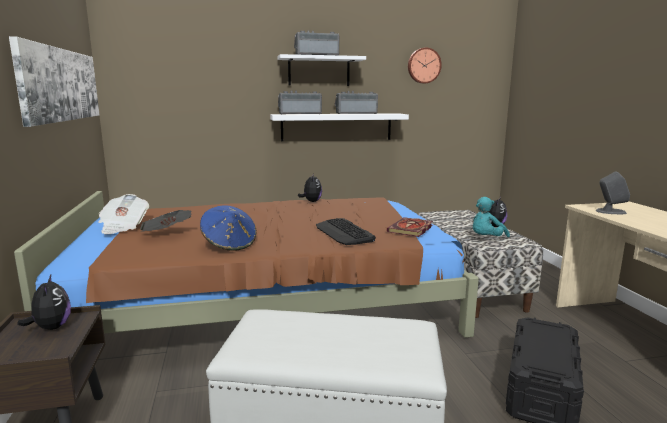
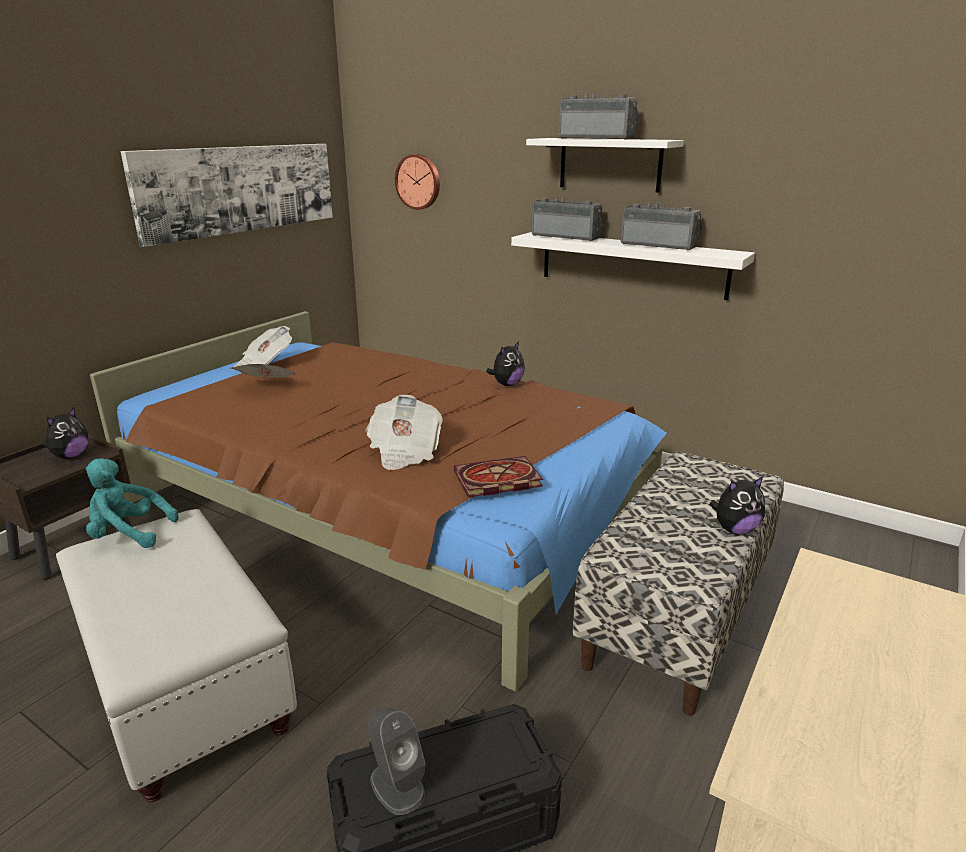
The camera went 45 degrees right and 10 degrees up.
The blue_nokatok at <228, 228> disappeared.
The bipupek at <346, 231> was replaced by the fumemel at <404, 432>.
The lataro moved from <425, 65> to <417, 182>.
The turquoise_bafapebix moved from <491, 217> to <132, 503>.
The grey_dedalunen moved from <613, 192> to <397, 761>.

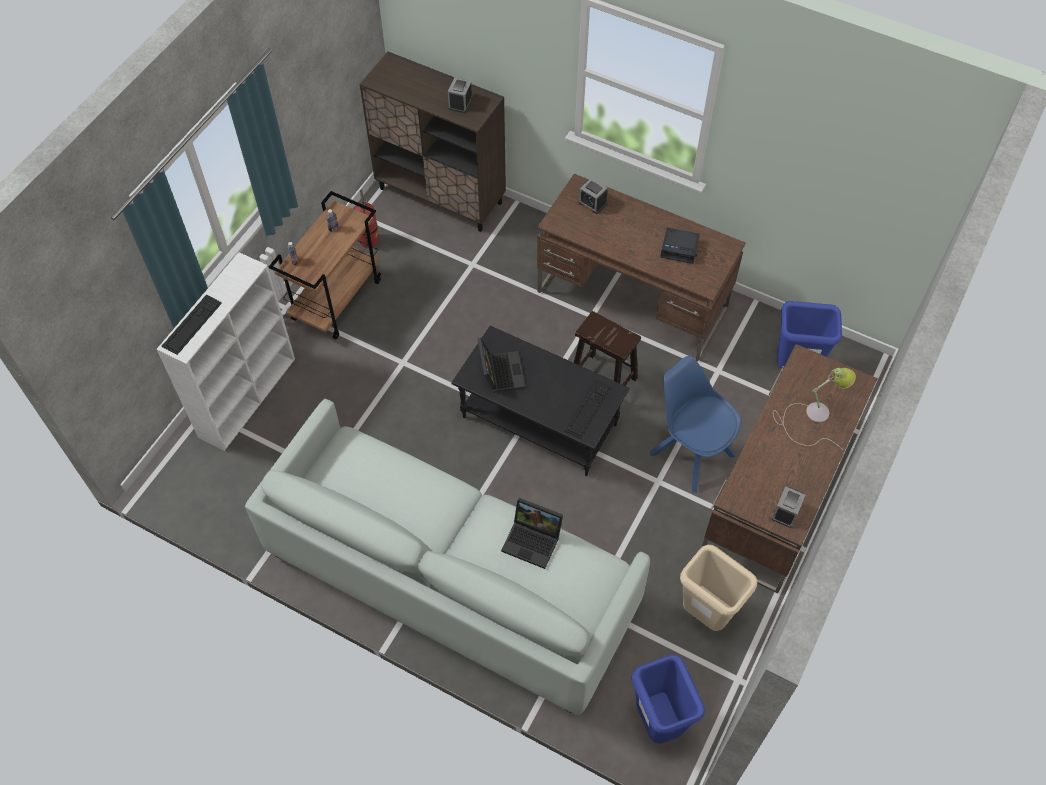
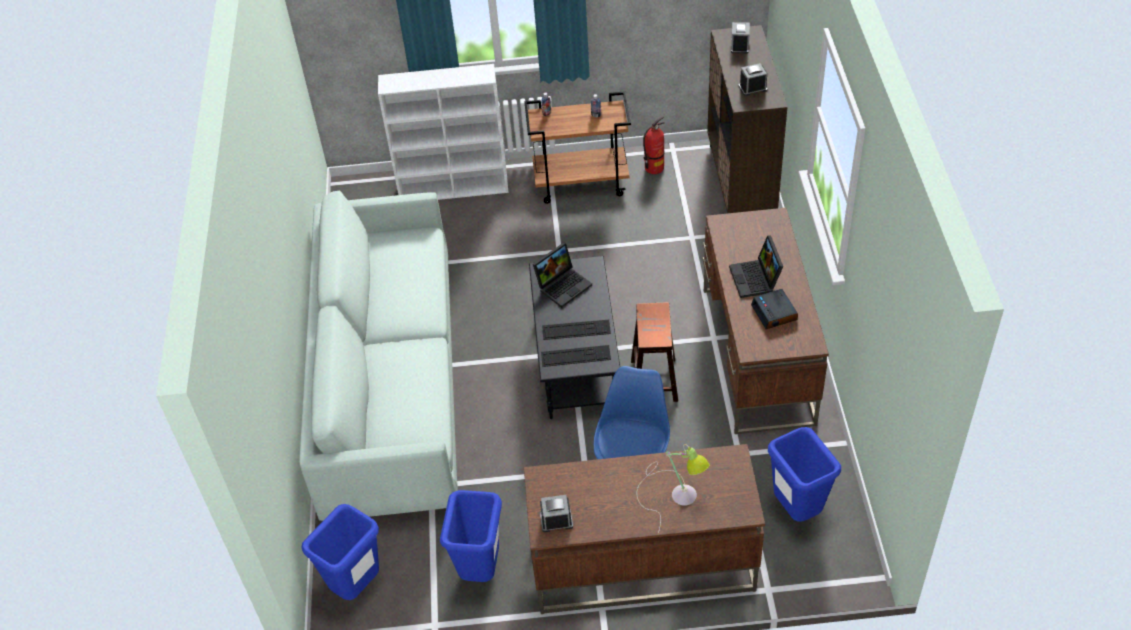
The camera went 60 degrees right and 10 degrees down.
The bipupek moved from <192, 324> to <576, 330>.
The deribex moved from <532, 533> to <756, 266>.
The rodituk moved from <592, 196> to <740, 38>.
The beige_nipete at <718, 588> became the blue_nipete at <471, 536>.

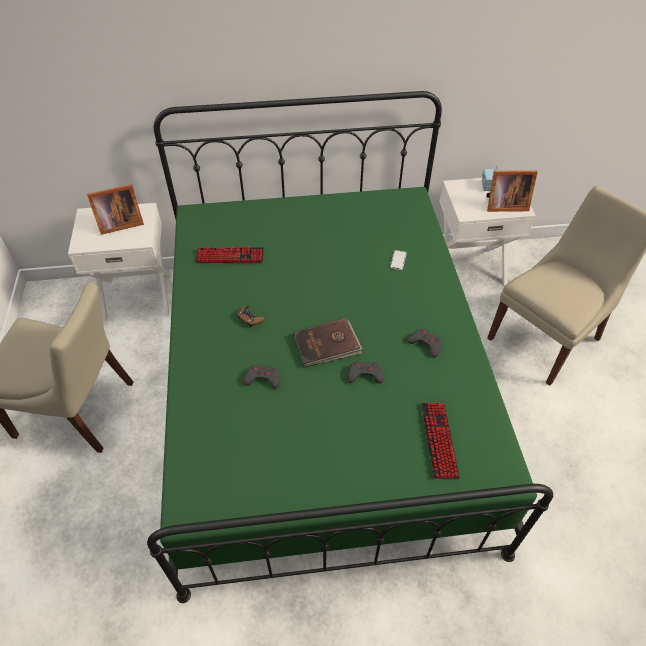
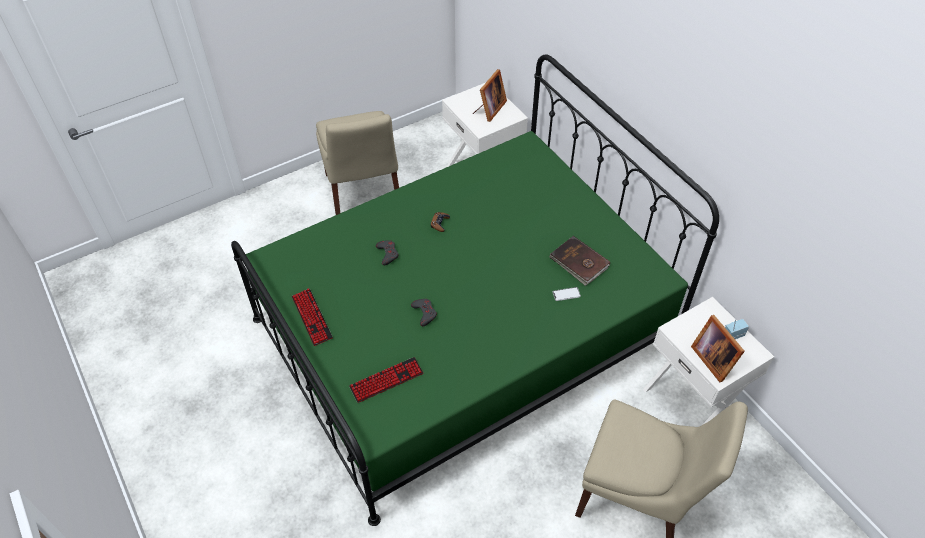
The camera went 65 degrees right and 0 degrees up.
The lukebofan at <115, 209> turned 105 degrees counterclockwise.
The bipupek moved from <230, 255> to <312, 317>.
The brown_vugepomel moved from <327, 342> to <579, 261>.
The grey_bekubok at <424, 343> disappeared.

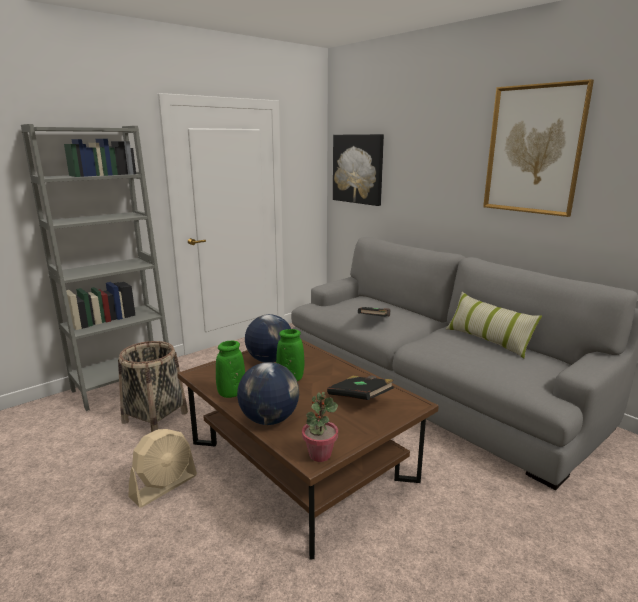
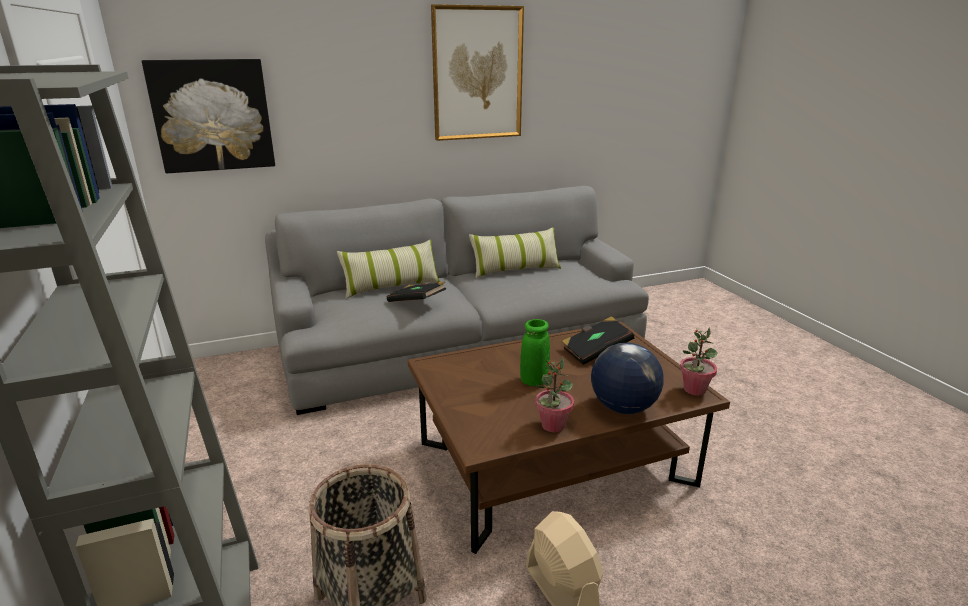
The camera went 70 degrees left and 5 degrees up.
The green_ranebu at <230, 369> was replaced by the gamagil at <554, 394>.
The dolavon at <268, 338> disappeared.
The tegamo at <388, 269> appeared.

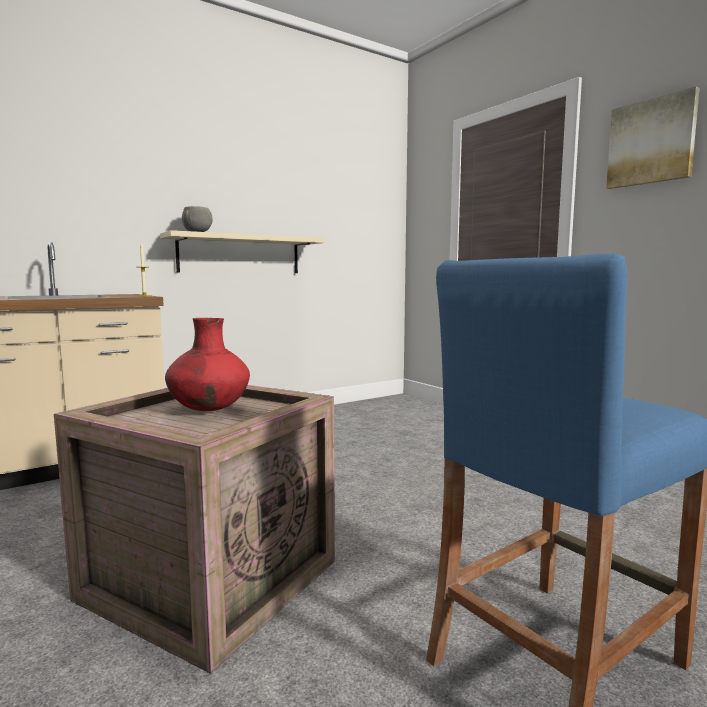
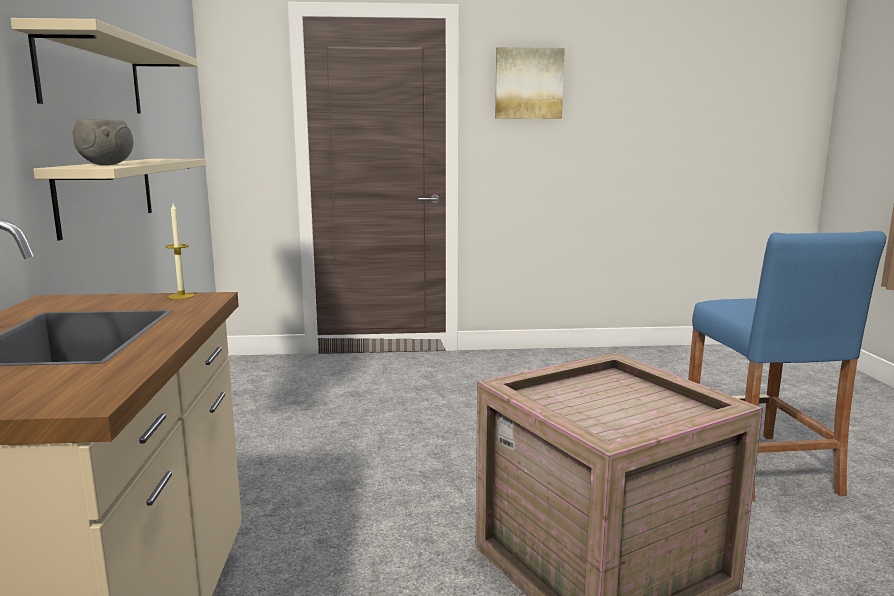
The camera went 60 degrees left and 5 degrees up.
The red_ranebu at <207, 364> disappeared.
The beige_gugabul at <104, 66> appeared.

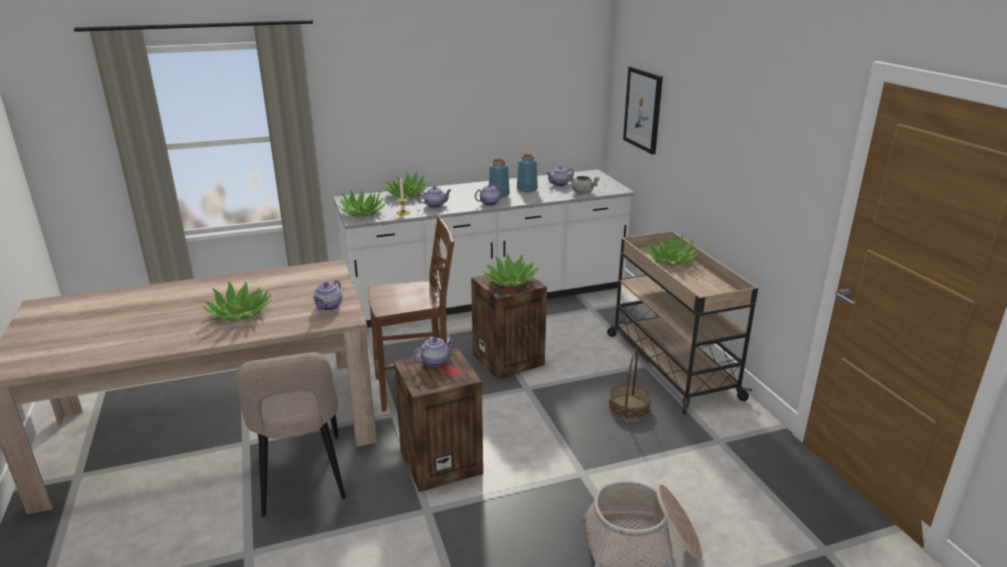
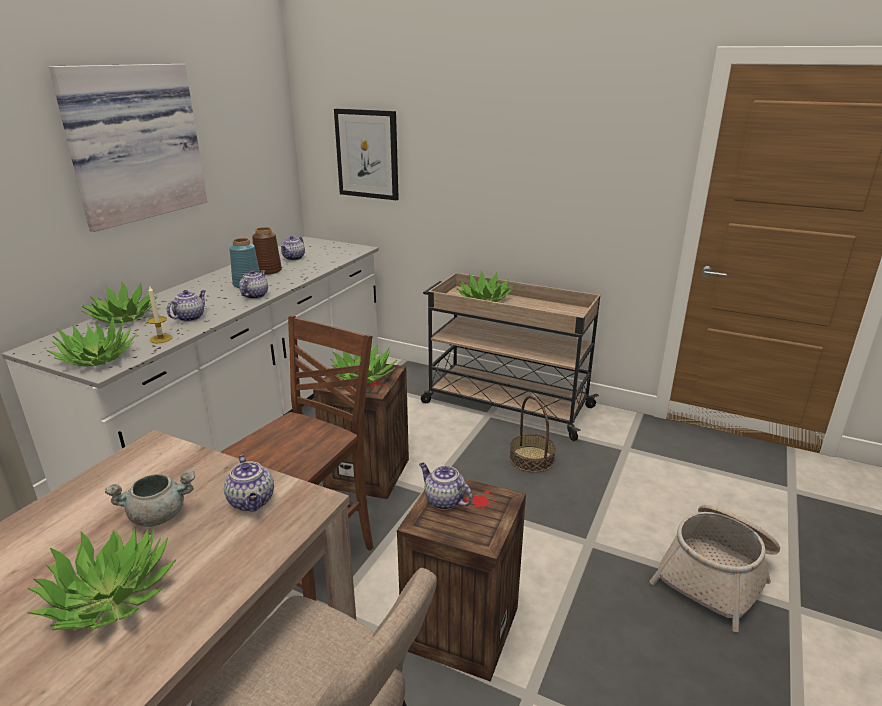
The camera went 45 degrees left and 0 degrees up.
The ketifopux at <434, 352> turned 60 degrees counterclockwise.
The blue_ranebu at <527, 173> became the brown_ranebu at <267, 251>.
The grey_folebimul moved from <584, 183> to <150, 499>.
The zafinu at <128, 148> appeared.

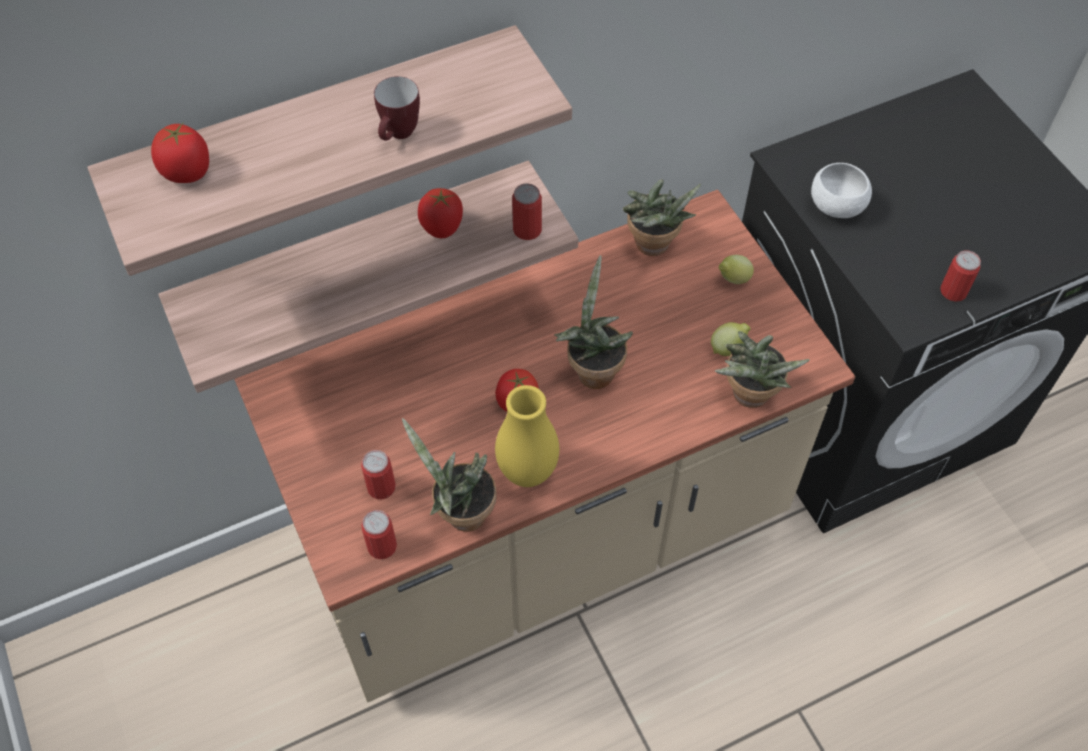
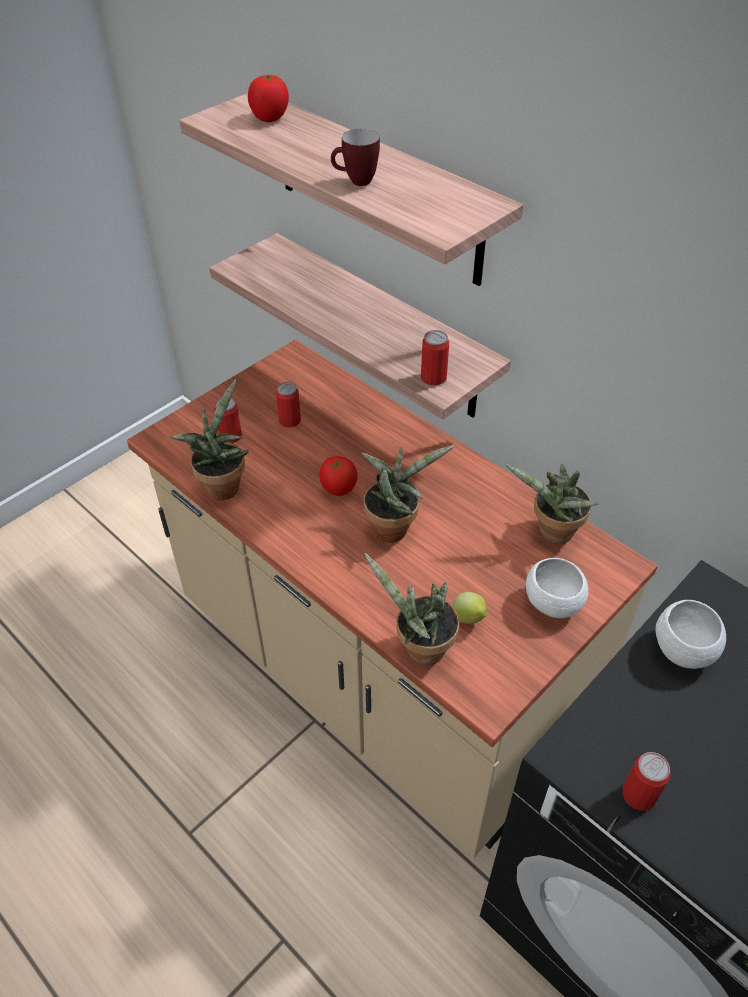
The camera went 70 degrees right and 10 degrees down.
The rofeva moved from <379, 534> to <288, 404>.
The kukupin at <440, 213> disappeared.
The yellow_ranebu at <527, 436> disappeared.
The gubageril at <736, 269> was replaced by the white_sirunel at <557, 588>.

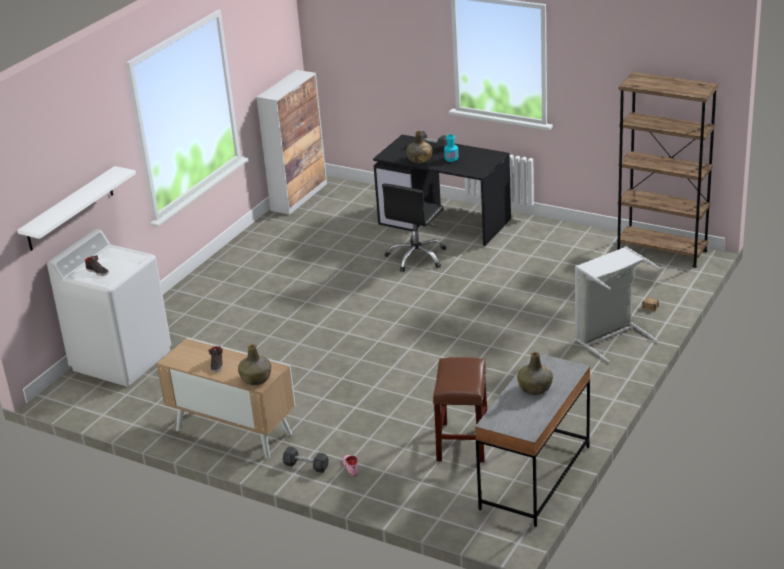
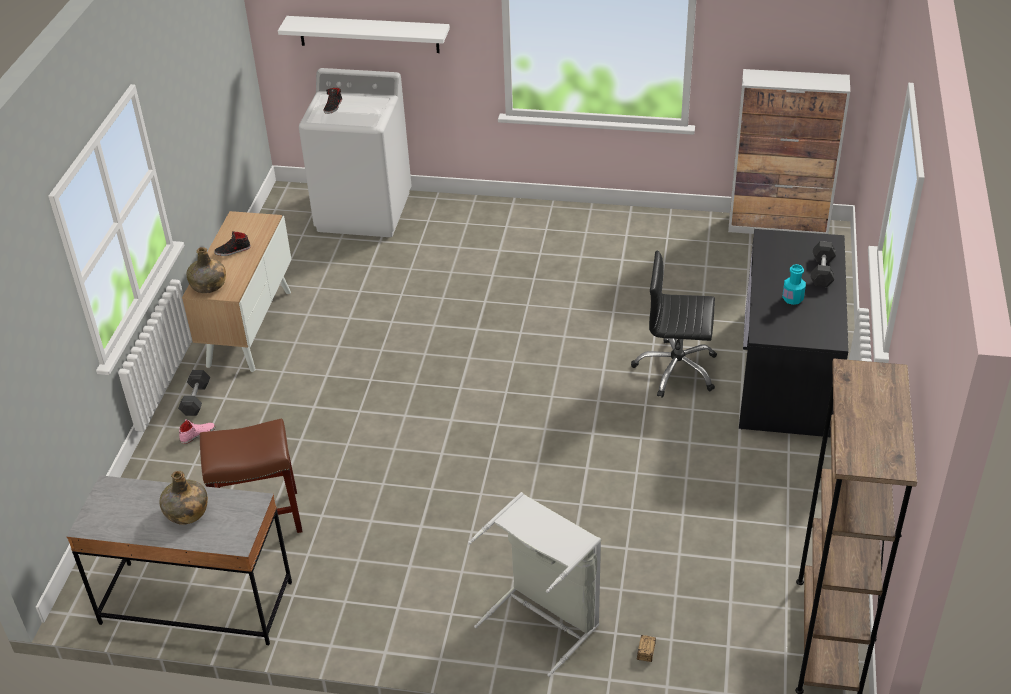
The camera went 70 degrees right and 10 degrees up.
The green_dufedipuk at <419, 147> disappeared.

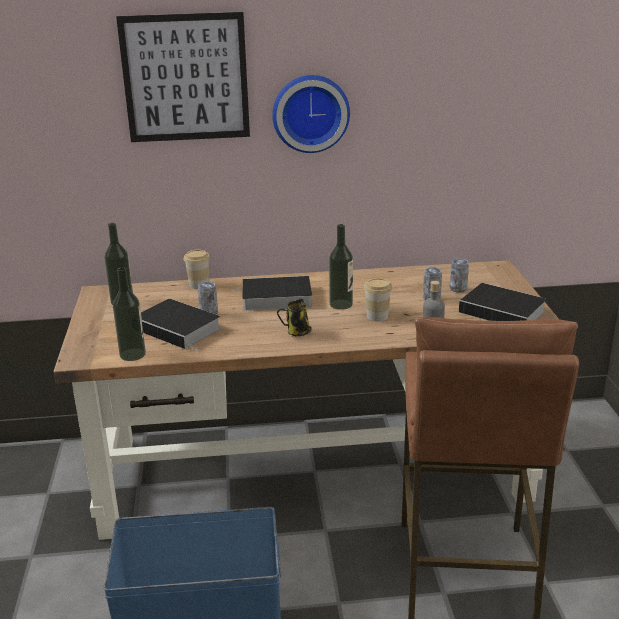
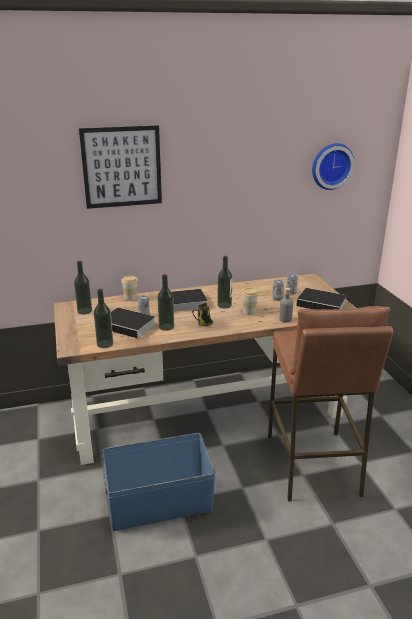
The camera went 10 degrees left and 0 degrees up.
The lataro moved from <311, 114> to <333, 166>.
The dufedipuk at <166, 302> appeared.

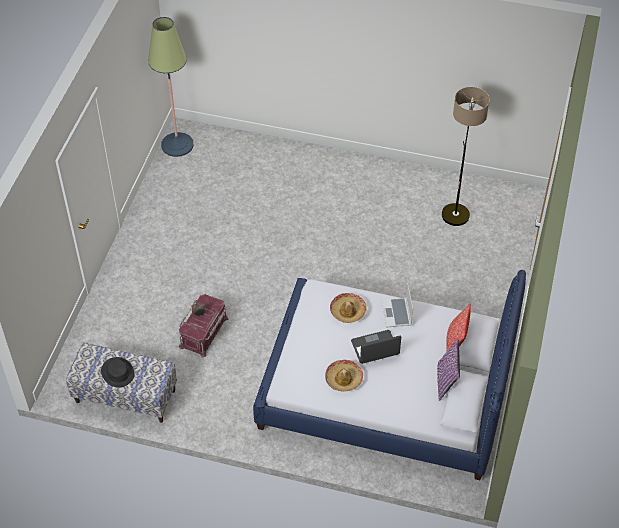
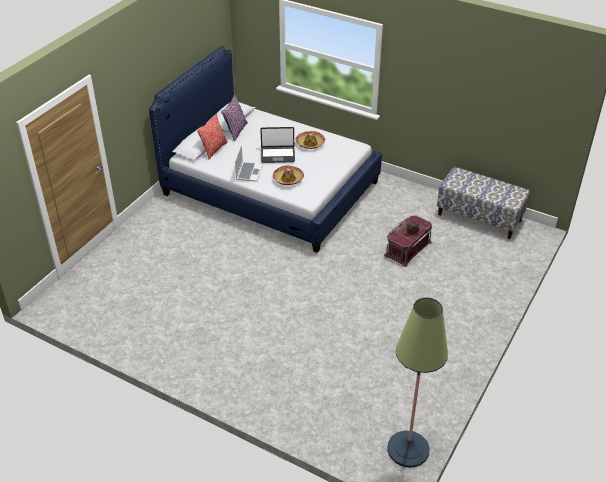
The camera went 165 degrees left and 10 degrees down.
The black_nokatok at <118, 372> disappeared.
The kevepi at <466, 156> disappeared.

